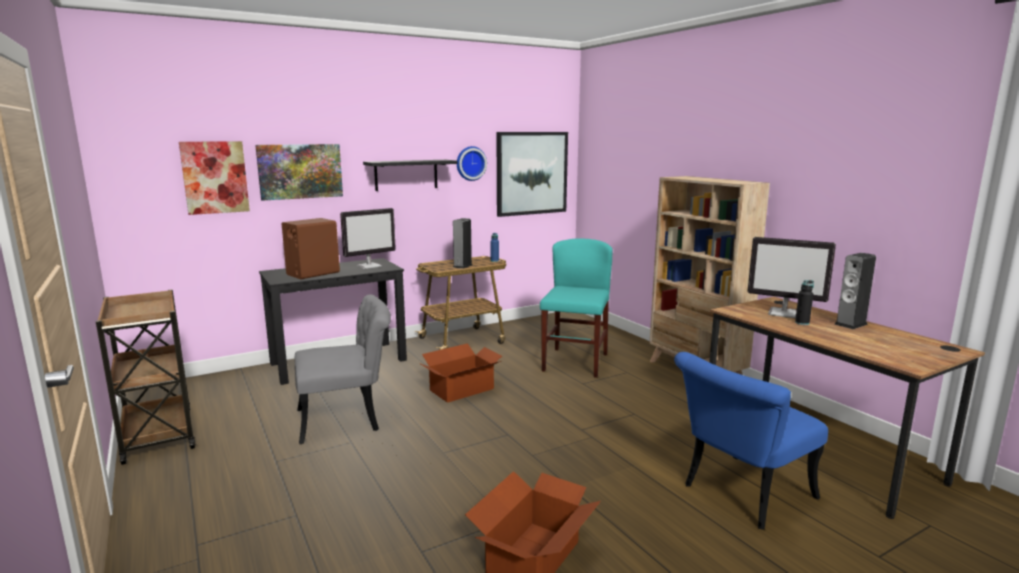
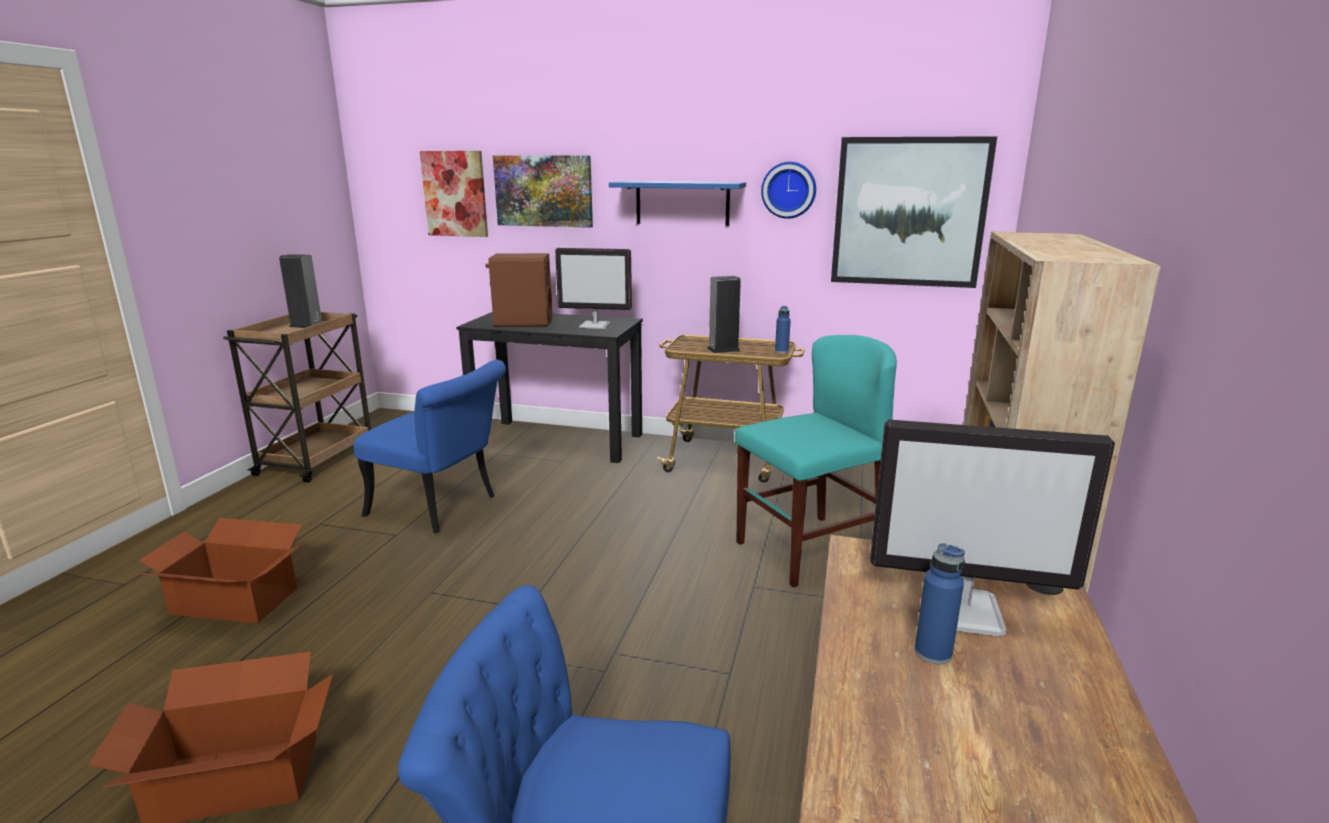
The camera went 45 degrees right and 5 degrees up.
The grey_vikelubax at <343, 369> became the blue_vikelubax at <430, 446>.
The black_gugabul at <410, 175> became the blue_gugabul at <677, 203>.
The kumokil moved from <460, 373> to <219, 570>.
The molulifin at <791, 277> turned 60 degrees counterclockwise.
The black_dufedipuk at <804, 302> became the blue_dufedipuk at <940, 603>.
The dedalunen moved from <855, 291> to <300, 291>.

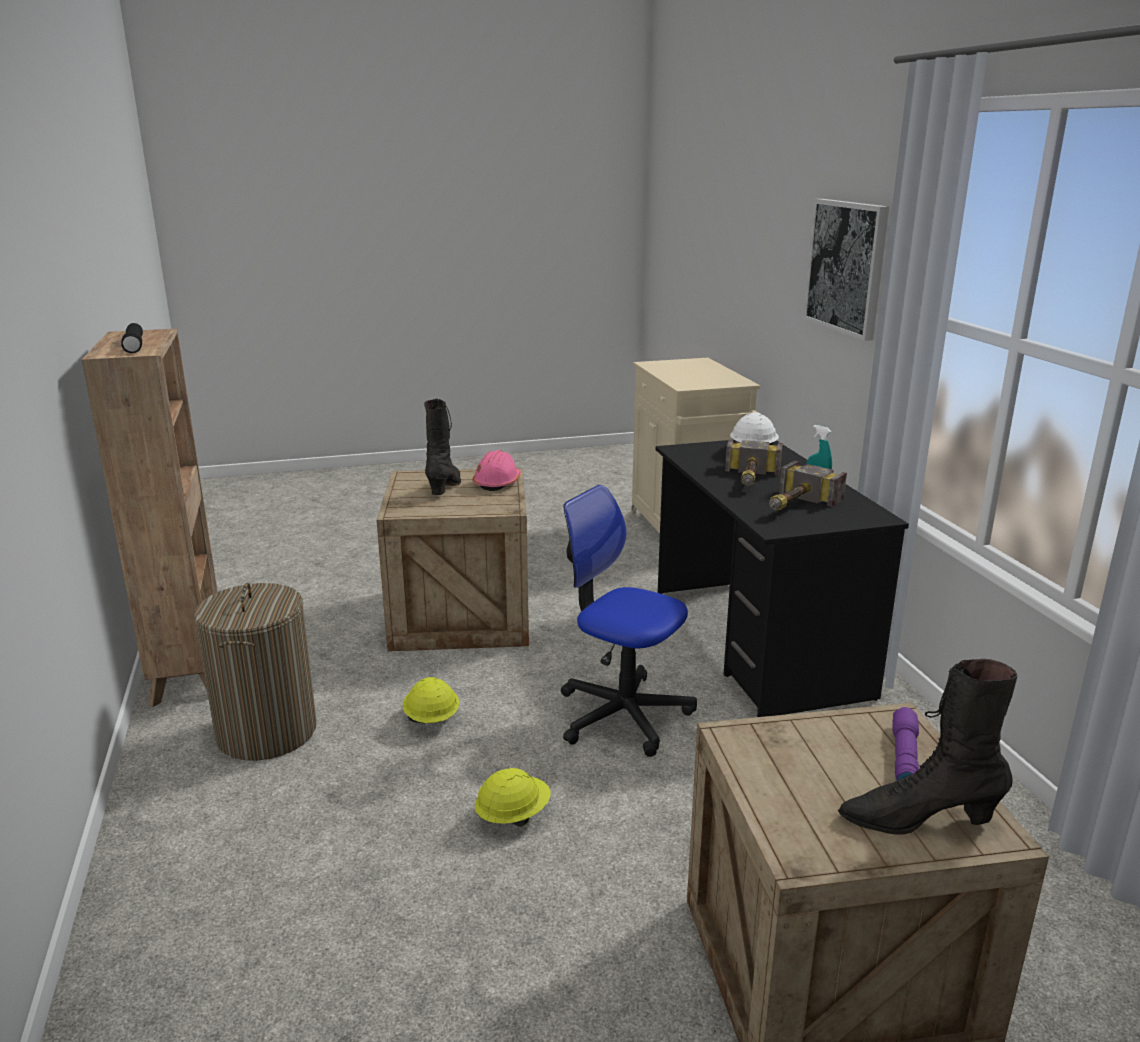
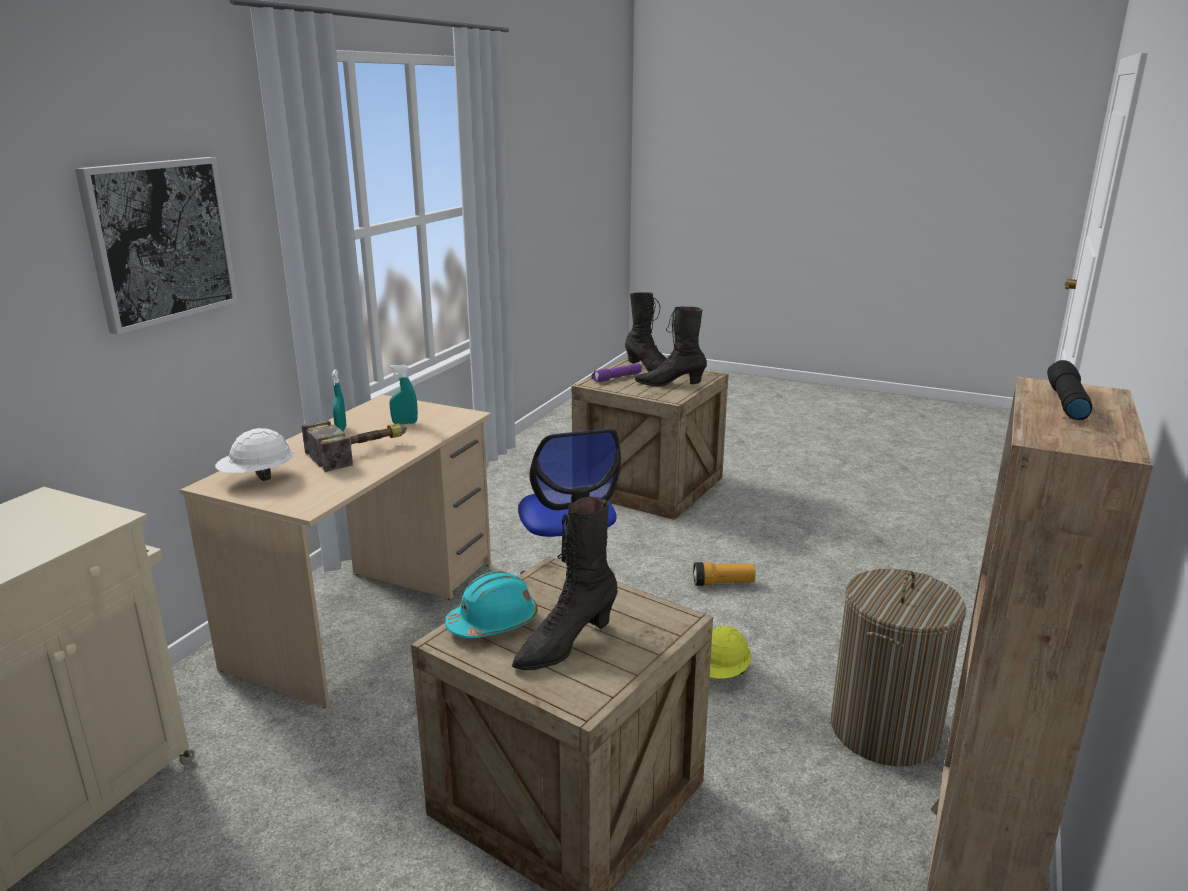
The camera went 140 degrees left and 0 degrees up.
The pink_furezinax at <497, 470> became the turquoise_furezinax at <491, 604>.
The yellow_furezinax at <513, 797> was replaced by the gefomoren at <724, 574>.
The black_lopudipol at <782, 578> became the beige_lopudipol at <335, 551>.
The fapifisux at <808, 485> was replaced by the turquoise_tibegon at <403, 394>.
The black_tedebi at <671, 346> appeared.

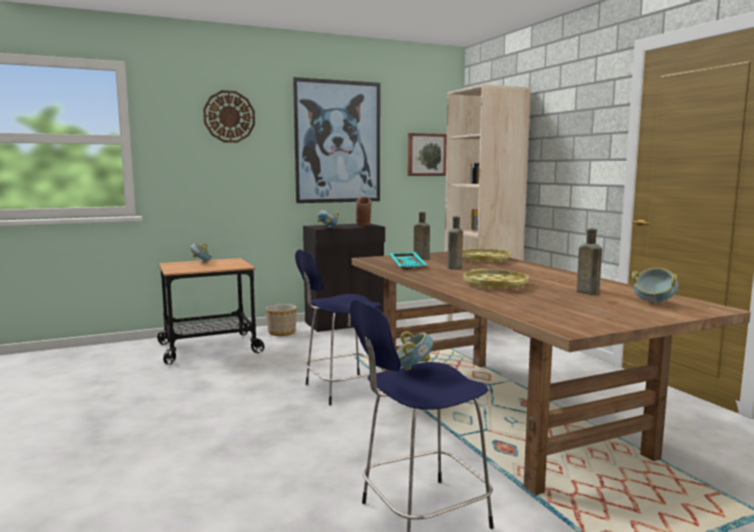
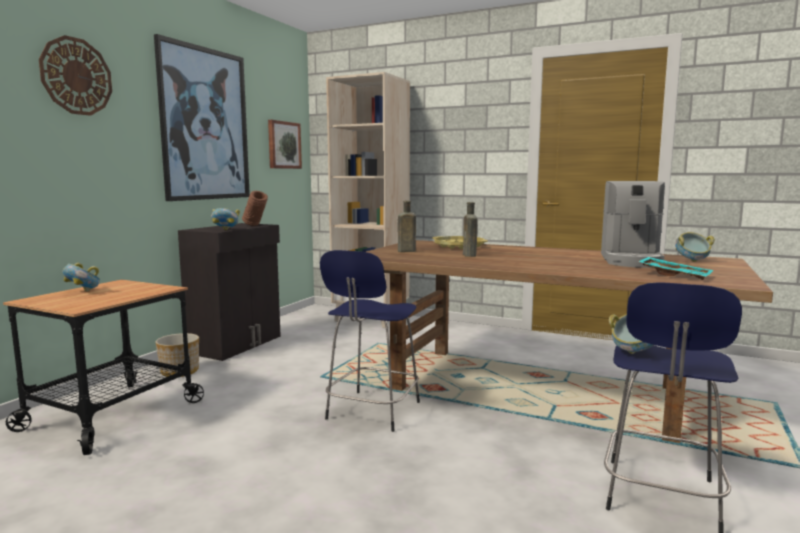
The camera went 40 degrees left and 0 degrees up.
The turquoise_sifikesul moved from <408, 261> to <676, 268>.
The yellow_sifikesul at <496, 279> disappeared.
The brown_dufedipuk at <589, 262> was replaced by the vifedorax at <633, 224>.

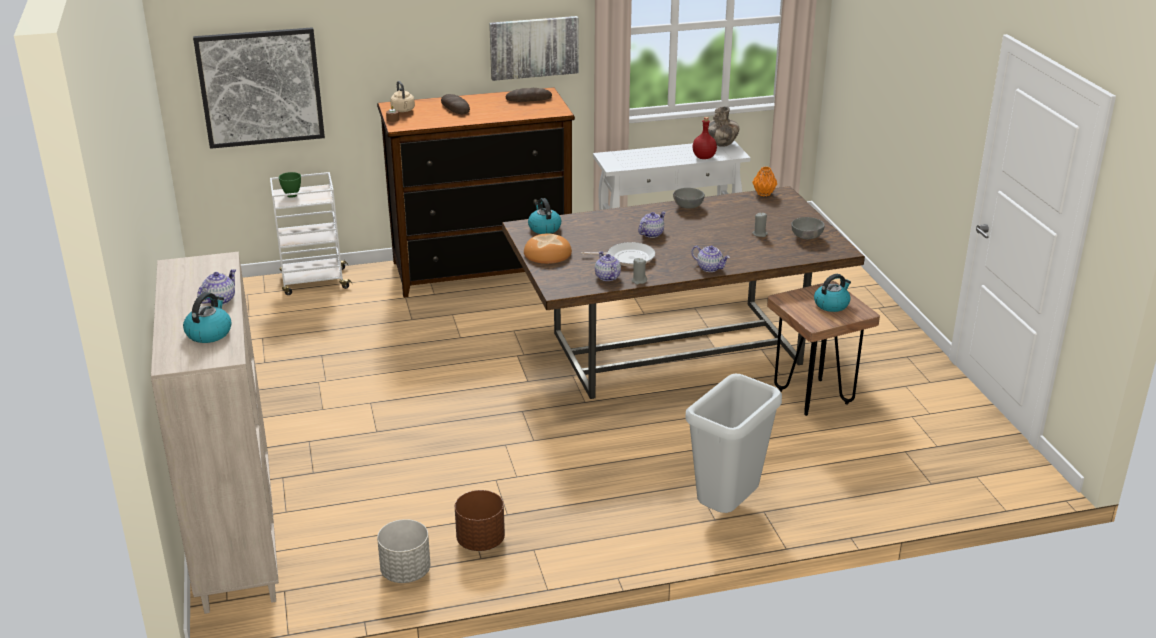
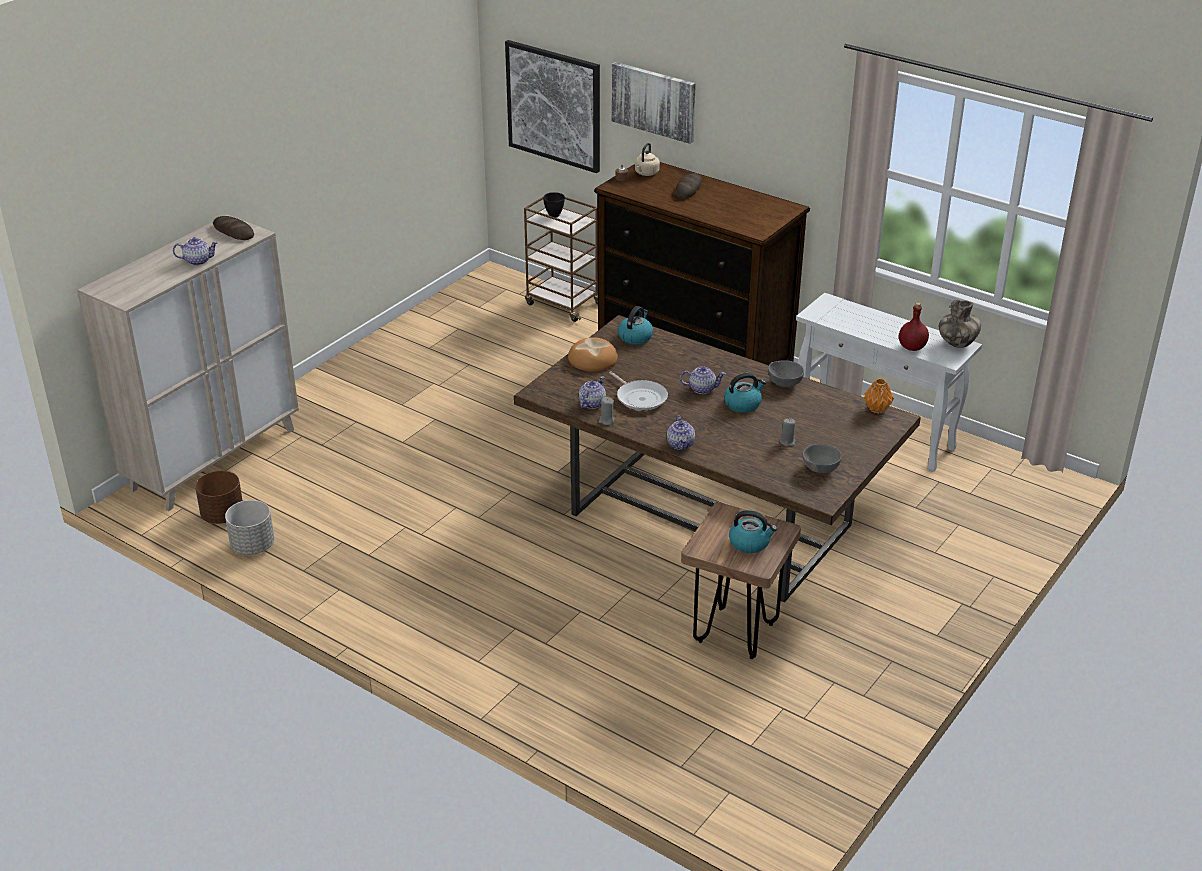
The camera went 50 degrees right and 5 degrees up.
The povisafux moved from <207, 317> to <745, 393>.
The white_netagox at <311, 233> became the brown_netagox at <561, 257>.
The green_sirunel at <290, 185> became the black_sirunel at <554, 205>.
The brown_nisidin moved from <480, 520> to <219, 497>.
The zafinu moved from <534, 48> to <654, 103>.
The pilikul moved from <529, 95> to <233, 228>.
The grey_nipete at <733, 443> disappeared.

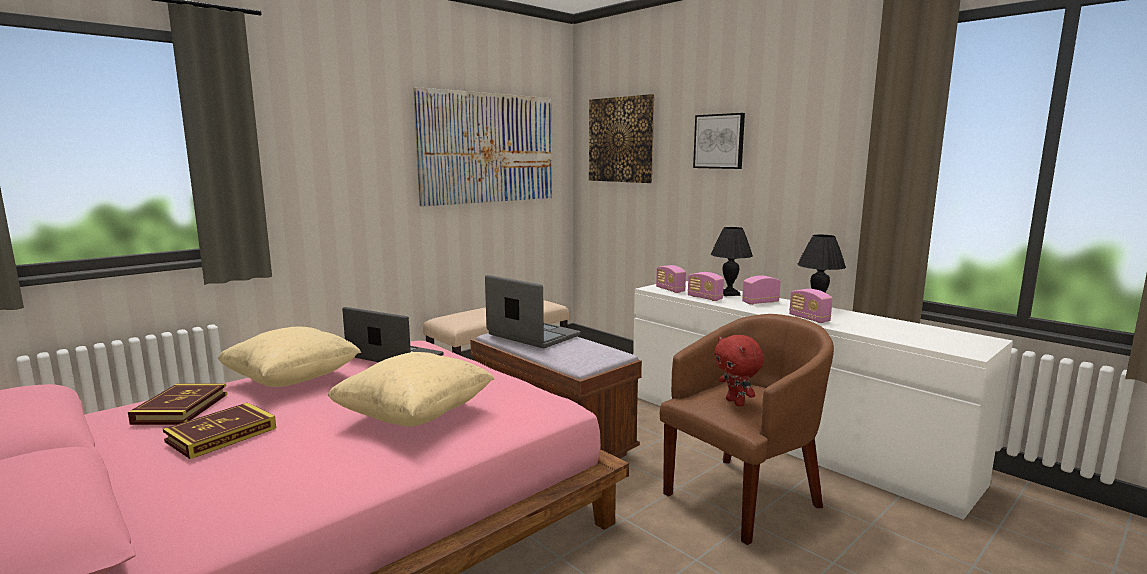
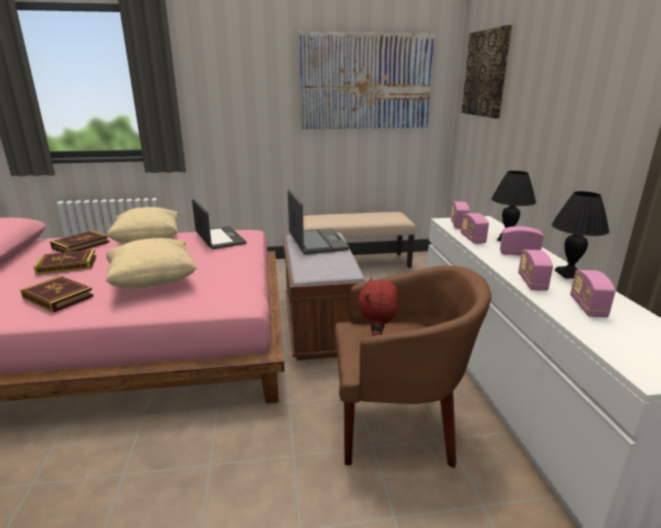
The camera went 35 degrees right and 10 degrees up.
The zafinu at <719, 141> disappeared.
The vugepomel at <57, 294> appeared.
The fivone at <593, 294> appeared.

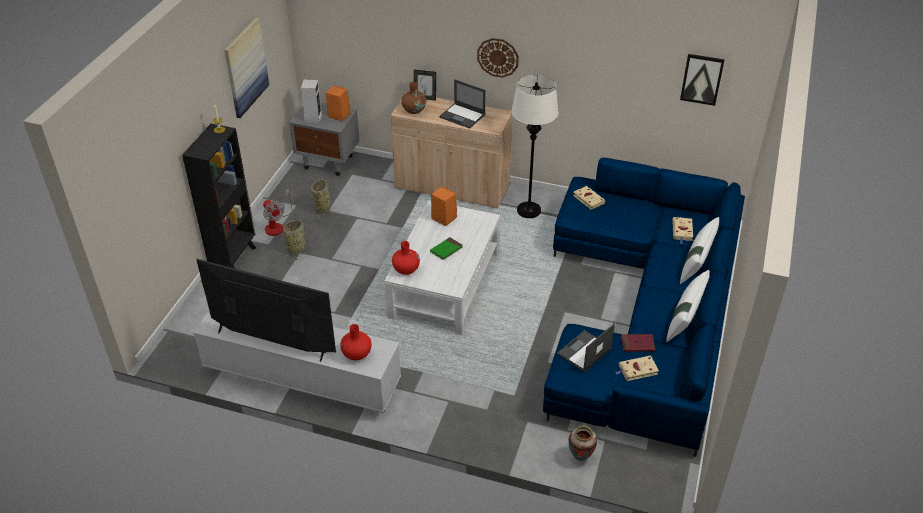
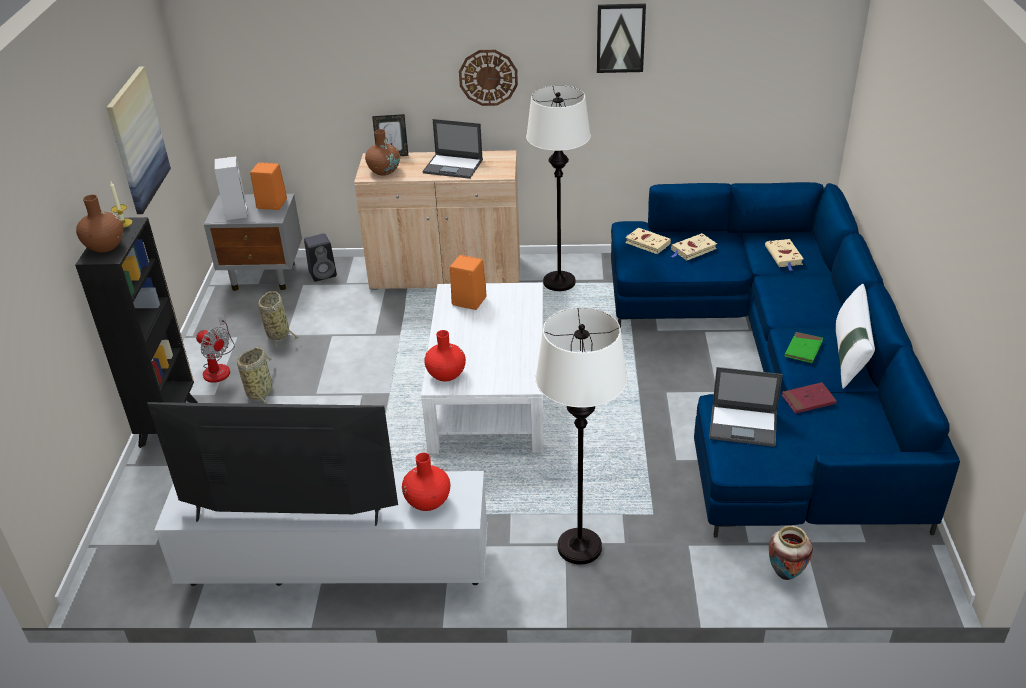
The camera went 15 degrees left and 5 degrees down.
The green_vugepomel moved from <446, 248> to <804, 347>.
The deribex at <586, 347> turned 105 degrees counterclockwise.
The beige_vugepomel moved from <637, 368> to <694, 246>.
The zafinu moved from <702, 80> to <621, 38>.
The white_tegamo at <699, 250> disappeared.
The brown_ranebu at <100, 223> appeared.
The black_dedalunen at <320, 257> appeared.
The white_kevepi at <581, 435> appeared.

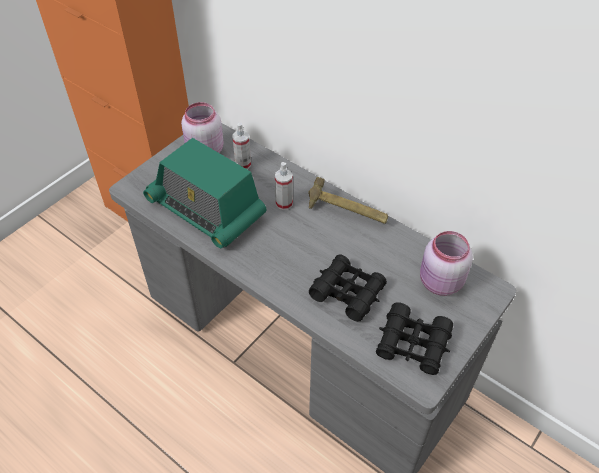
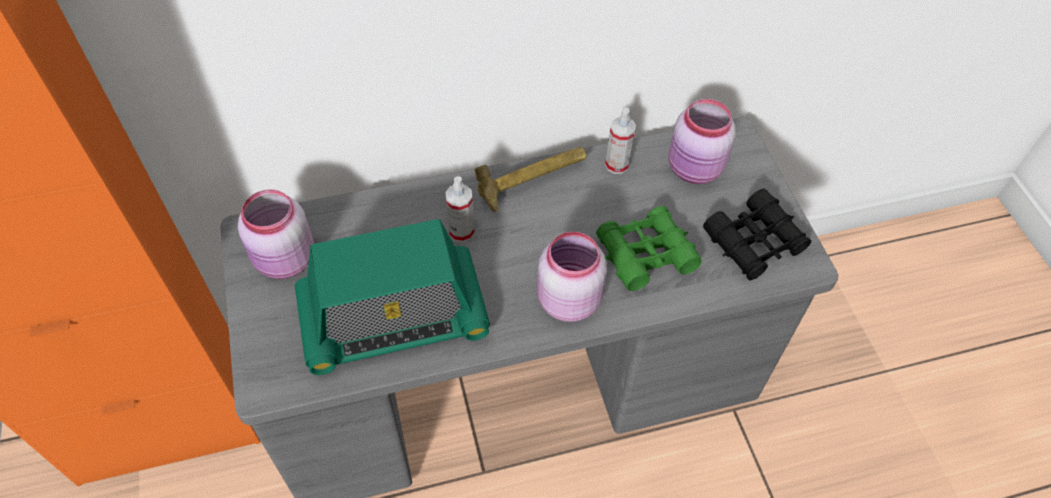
The camera went 55 degrees left and 5 degrees up.
The tibegon moved from <242, 146> to <620, 141>.
The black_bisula at <348, 288> became the green_bisula at <649, 248>.
The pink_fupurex at <572, 277> appeared.

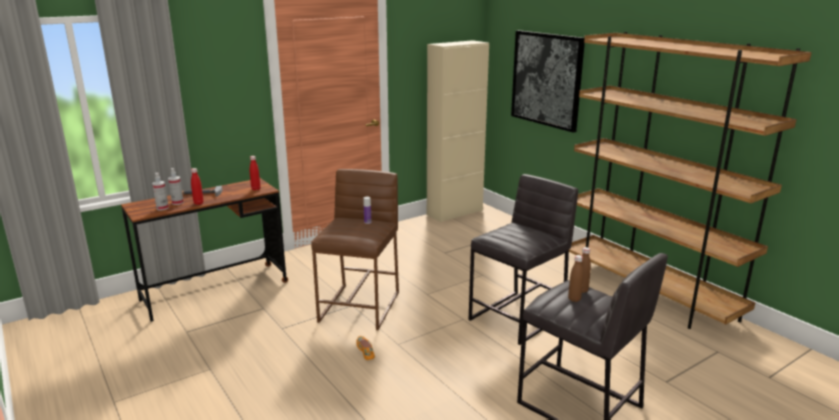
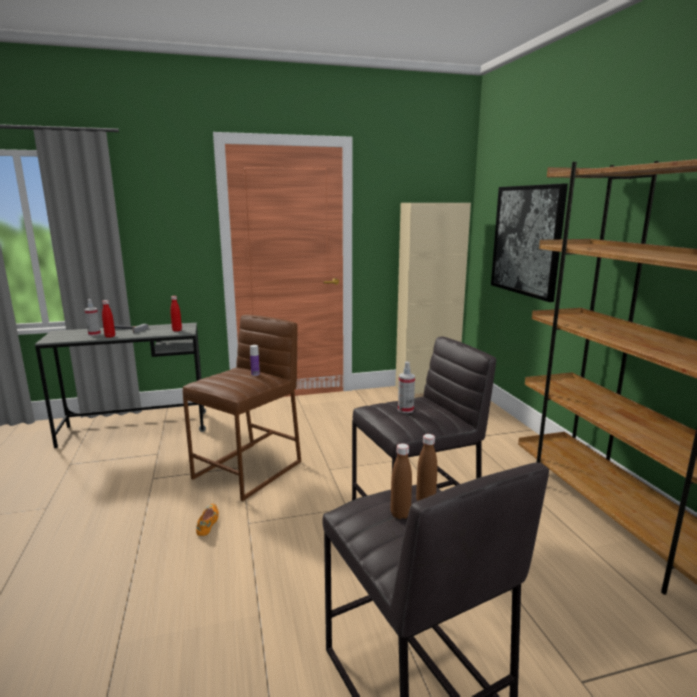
The camera went 20 degrees right and 5 degrees down.
The brown_lopudipol at <204, 250> became the grey_lopudipol at <120, 385>.
The tibegon moved from <160, 192> to <406, 387>.

